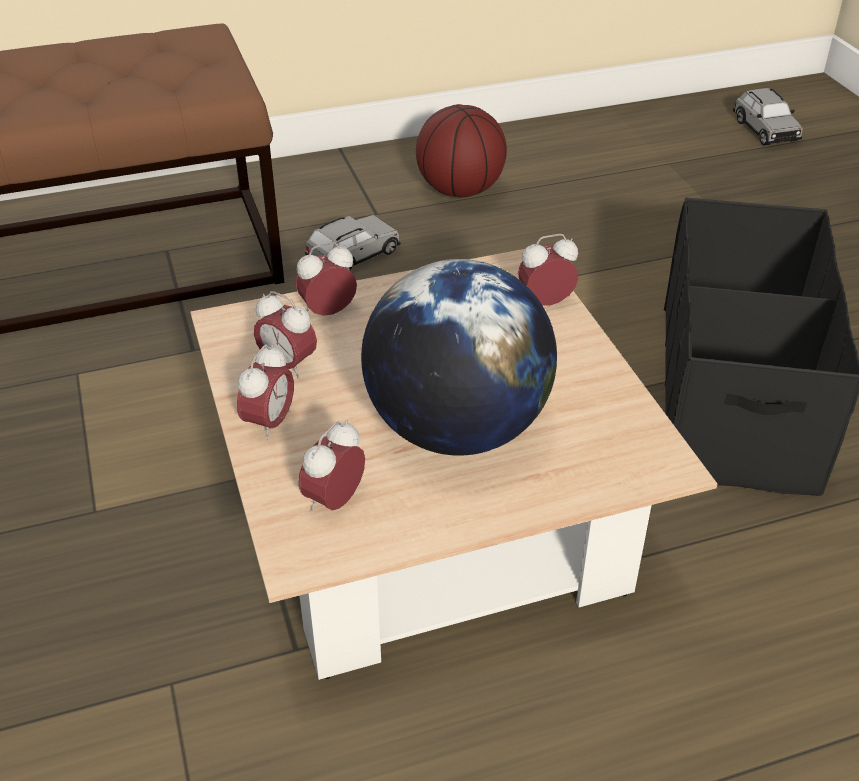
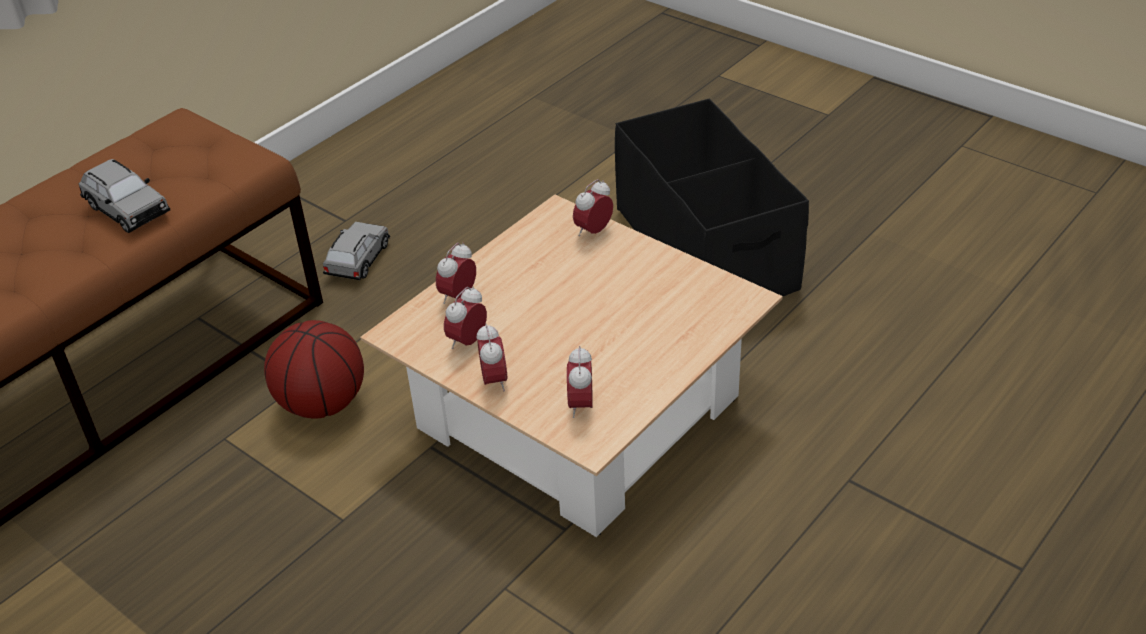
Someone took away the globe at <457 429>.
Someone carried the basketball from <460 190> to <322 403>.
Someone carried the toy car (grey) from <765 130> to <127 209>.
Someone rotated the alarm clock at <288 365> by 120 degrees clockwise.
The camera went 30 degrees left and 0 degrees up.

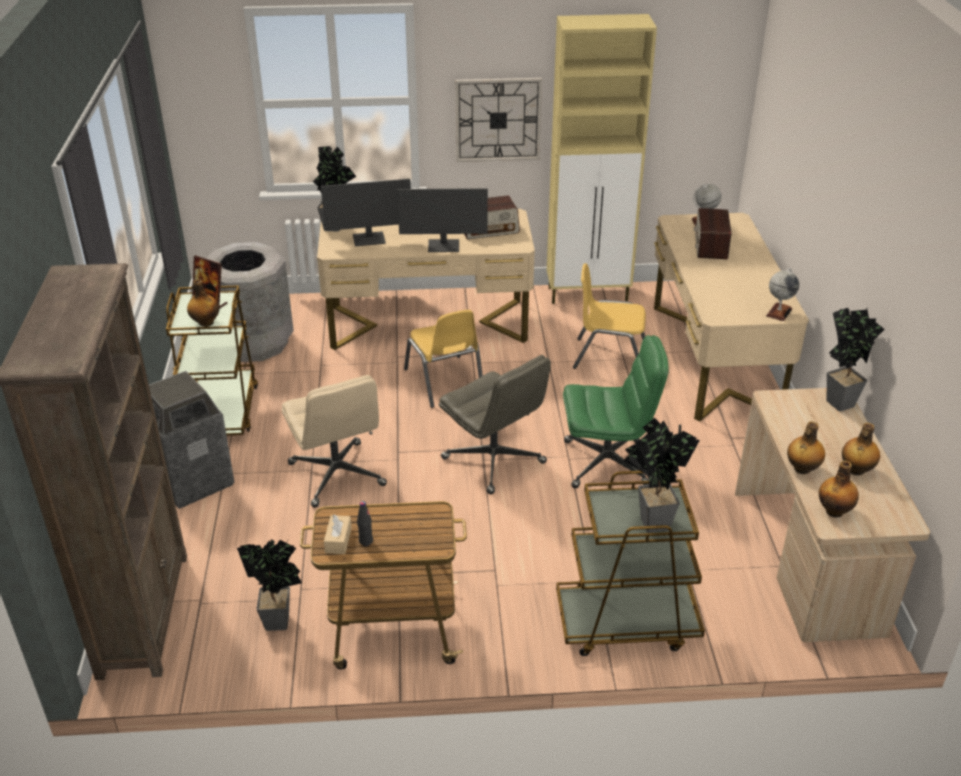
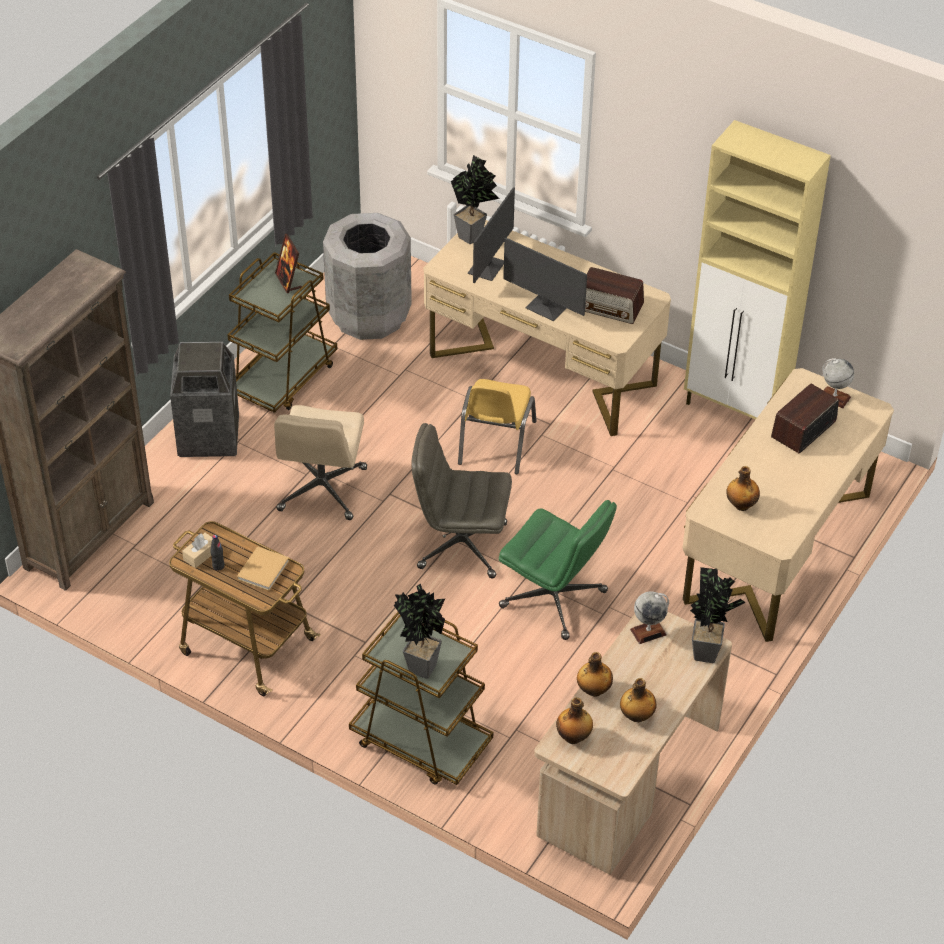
Someone took away the potted plant at <281 624>.
Someone took away the wall clock at <498 120>.
Someone took away the chair (yellow) at <609 356>.
Someone put down the book (beige) at <264 569>.
Someone carried the bottle from <205 323> to <741 505>.
Someone carried the globe from <779 312> to <648 632>.
Someone rotated the monitor at <369 239> by 90 degrees counterclockwise.
Someone rotated the office chair (grey) at <494 461> by 105 degrees clockwise.
The camera went 35 degrees right and 10 degrees up.

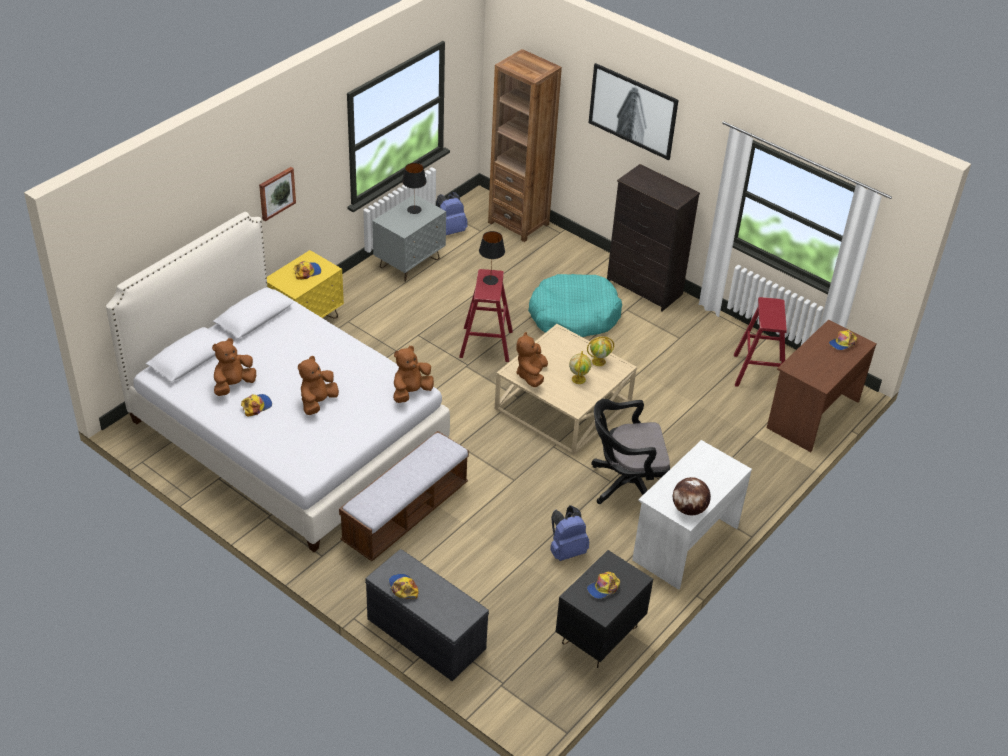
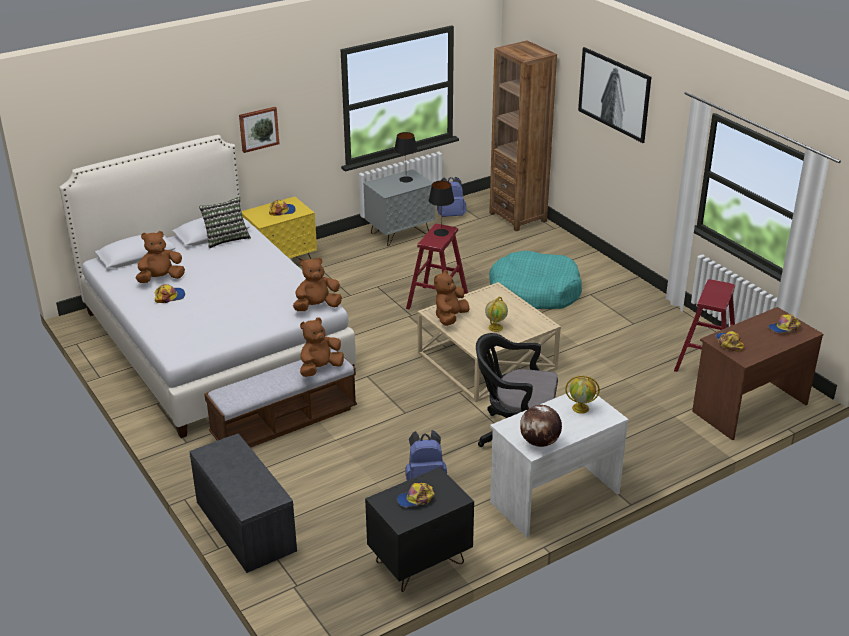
Someone took away the dresser (black) at <644 289>.
Someone put down the pillow at <226 239>.
Someone carried the plush toy (brown) from <317 402> to <320 369>.
Someone carried the cap from <403 588> to <728 343>.
Someone carried the globe from <599 361> to <581 408>.
The camera went 20 degrees right and 10 degrees down.

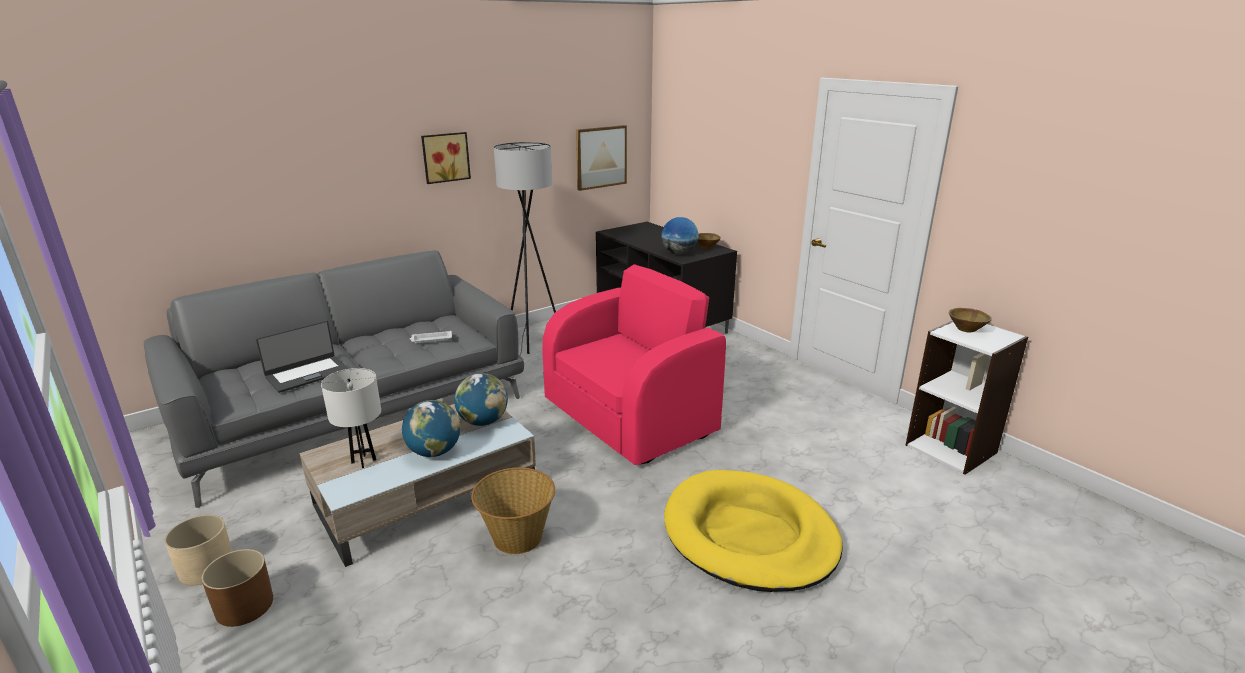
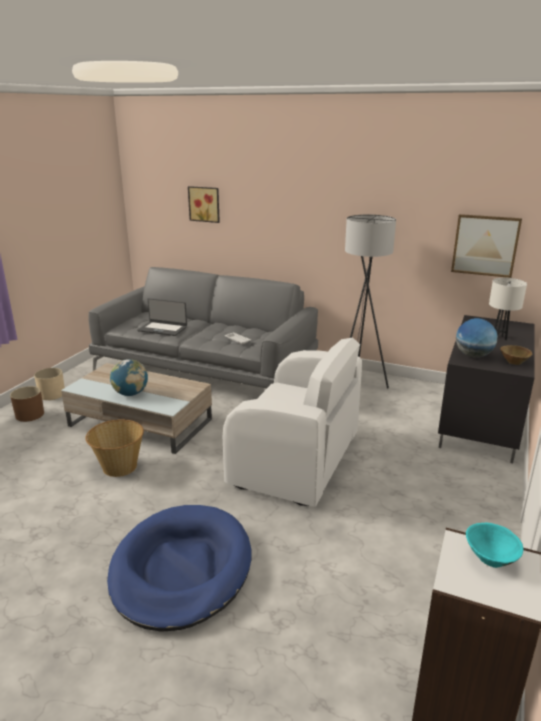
Someone took away the globe at <483 422>.
Someone carried the table lamp (white) from <363 461> to <499 338>.
Someone carried the picture from <445 157> to <204 204>.
Someone repainted the armchair (pink) at <630 417>, which became the armchair (white) at <296 460>.
Someone repainted the dog bed (yellow) at <749 535>, which became the dog bed (blue) at <181 569>.
Someone repainted the bowl (brown) at <966 329>, which became the bowl (turquoise) at <490 559>.
The camera went 60 degrees right and 0 degrees up.

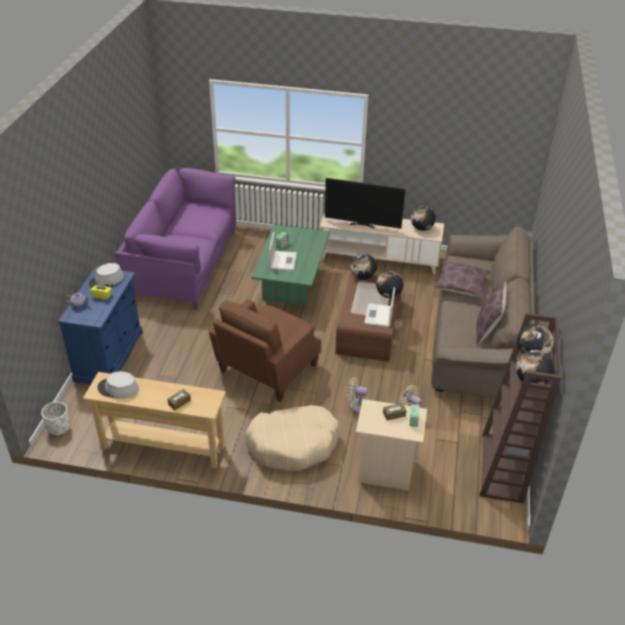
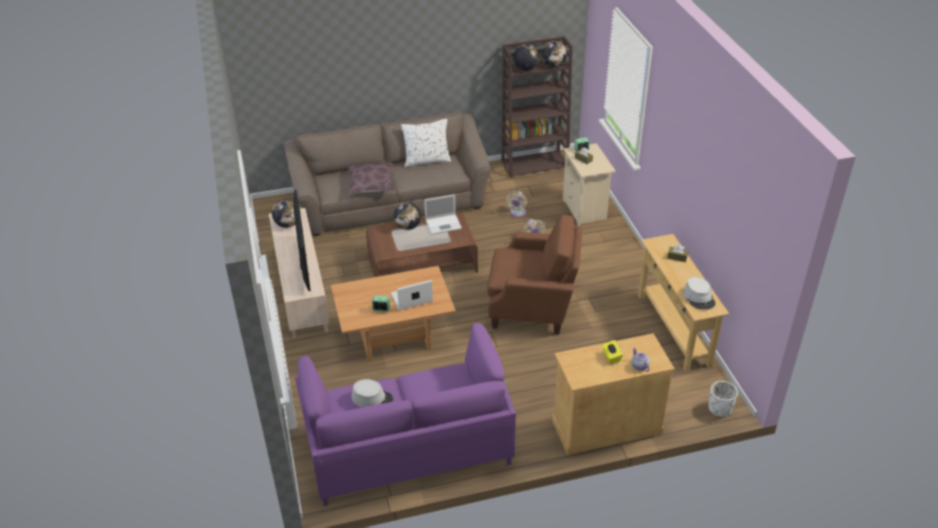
Someone took away the dog bed (beige) at <293 444>.
Someone took away the globe at <363 277>.
Someone carried the hat (grey) from <106 280> to <372 398>.
Someone repainted the cabinet (blue) at <109 356>, which became the cabinet (beige) at <606 426>.
Someone repainted the coffee table (green) at <292 287>, which became the coffee table (brown) at <395 335>.
Someone repainted the pillow (brown) at <487 330>, which became the pillow (white) at <426 160>.
The camera went 115 degrees left and 0 degrees up.

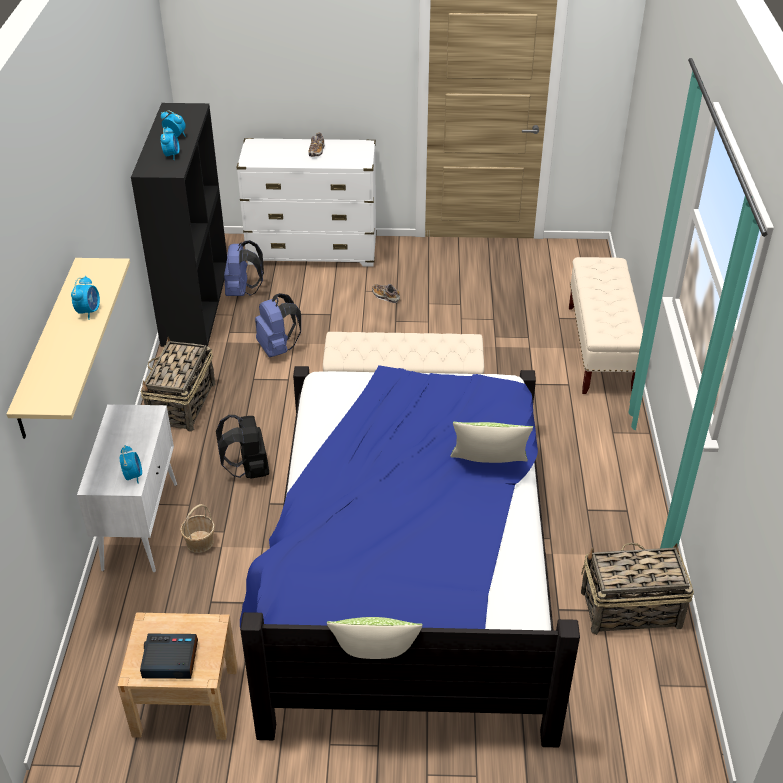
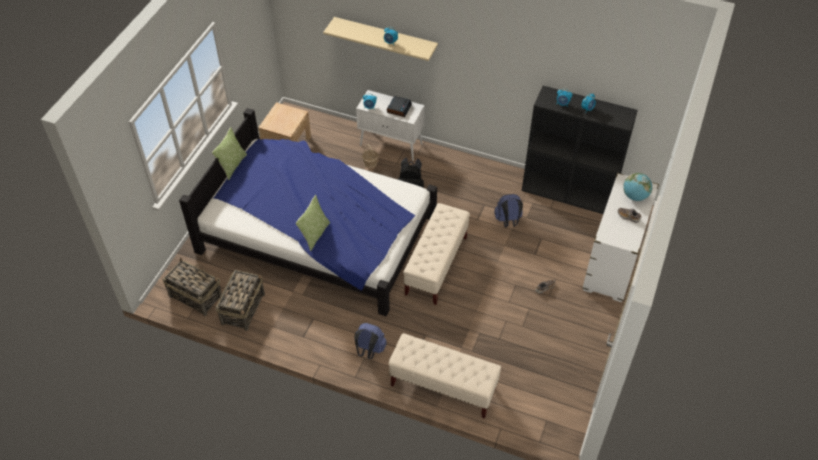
Someone put down the globe at <635 196>.
Someone carried the alarm clock from <169 660> to <399 108>.
Someone carried the basket from <182 405> to <195 296>.
Someone carried the backpack (blue) from <243 292> to <369 350>.
The camera went 110 degrees right and 10 degrees up.

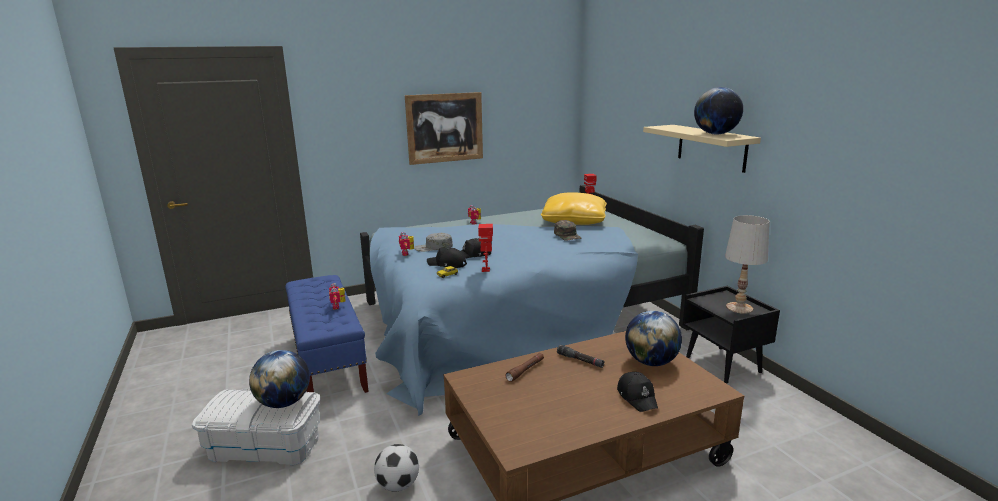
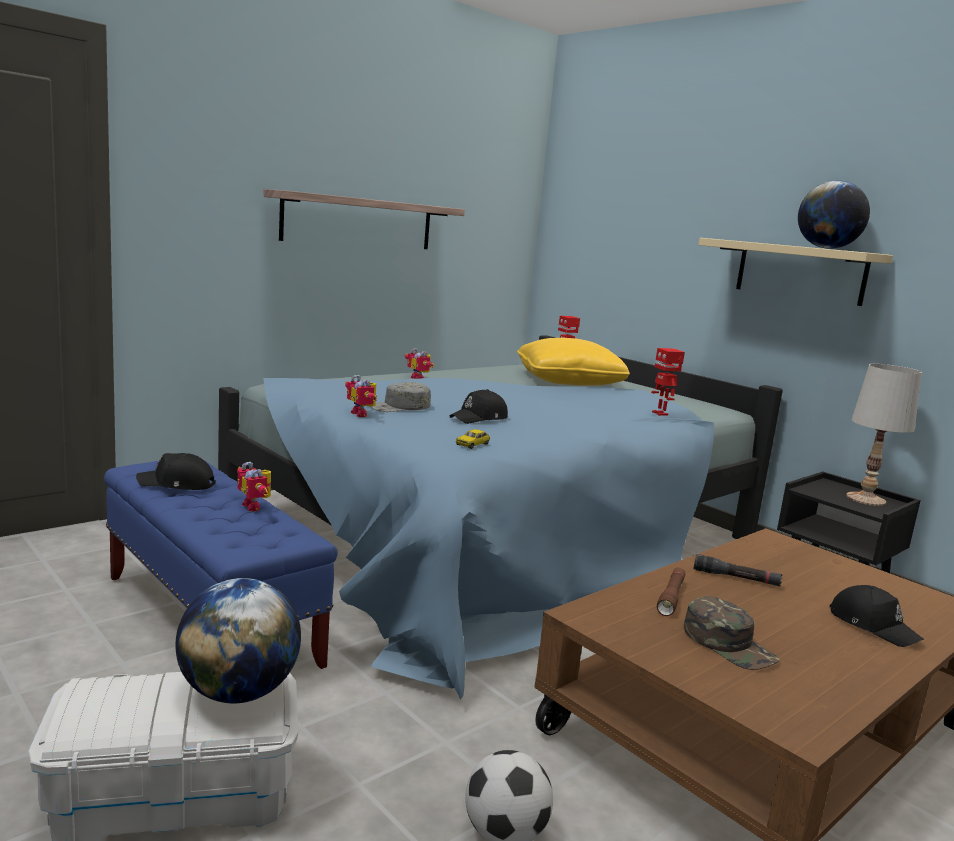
Someone took away the globe at <651 362>.
Someone carried the cap (black) from <447 264> to <177 484>.
Someone carried the toy robot from <486 270> to <660 413>.
Someone carried the cap (green) from <567 235> to <729 644>.
Someone swapped the picture at <445 128> for the shelf at <359 222>.
The camera went 20 degrees left and 5 degrees down.

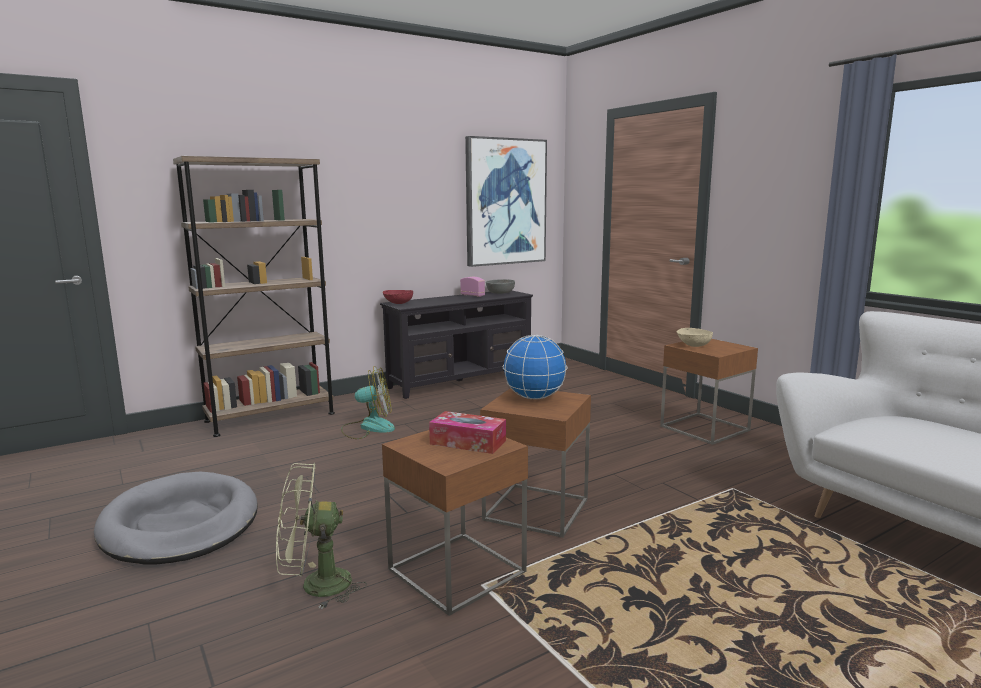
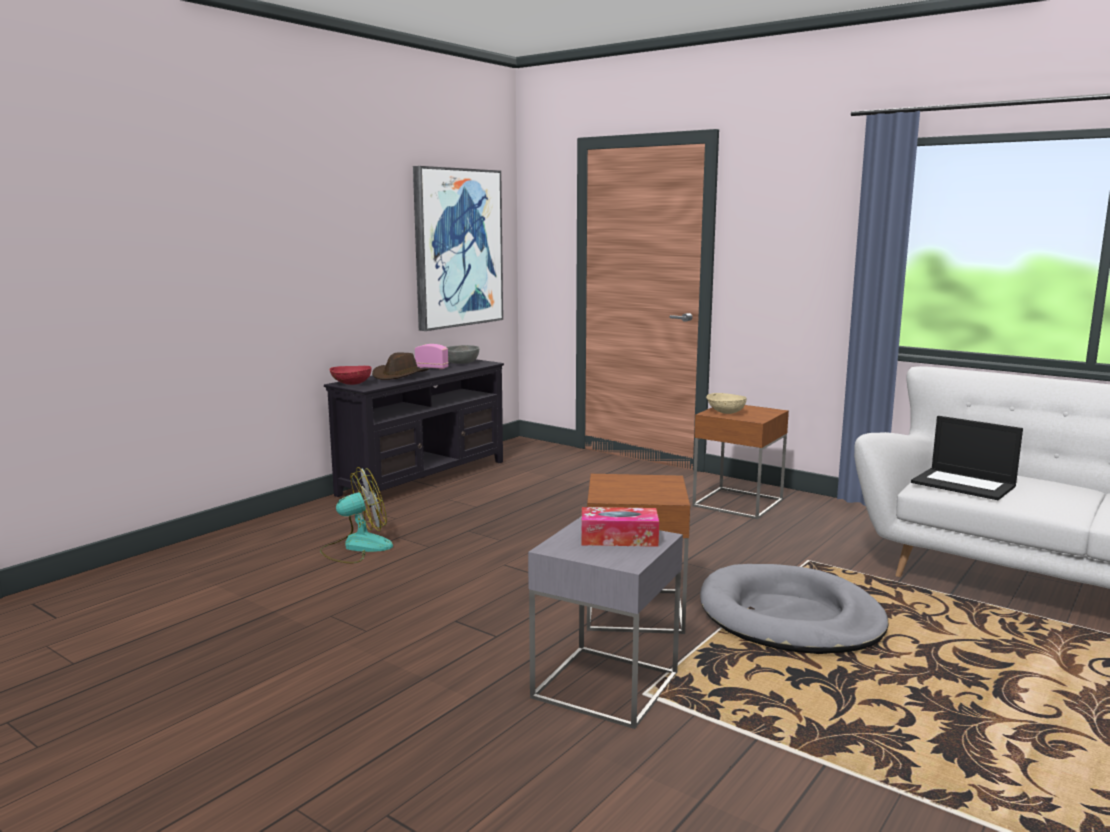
Someone took away the bookcase (brown) at <270 417>.
Someone took away the fan (green) at <315 586>.
Someone took away the globe at <535 397>.
Someone put down the hat (brown) at <400 375>.
Someone put down the laptop at <964 484>.
Someone carried the dog bed (grey) from <180 524> to <789 617>.
Someone repainted the side table (brown) at <456 571>, which became the side table (grey) at <605 686>.
The camera went 20 degrees left and 0 degrees up.

